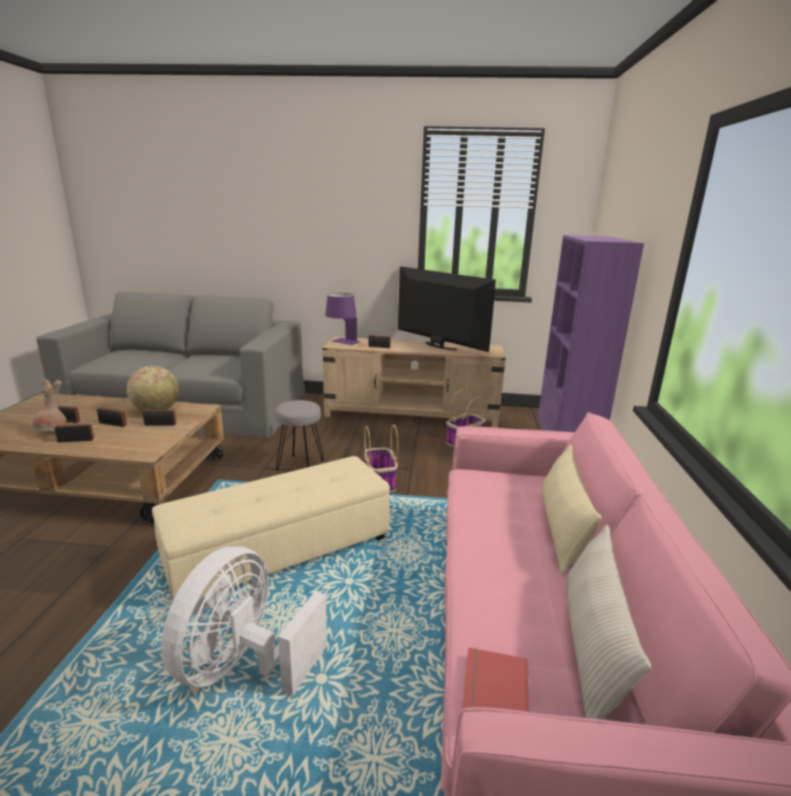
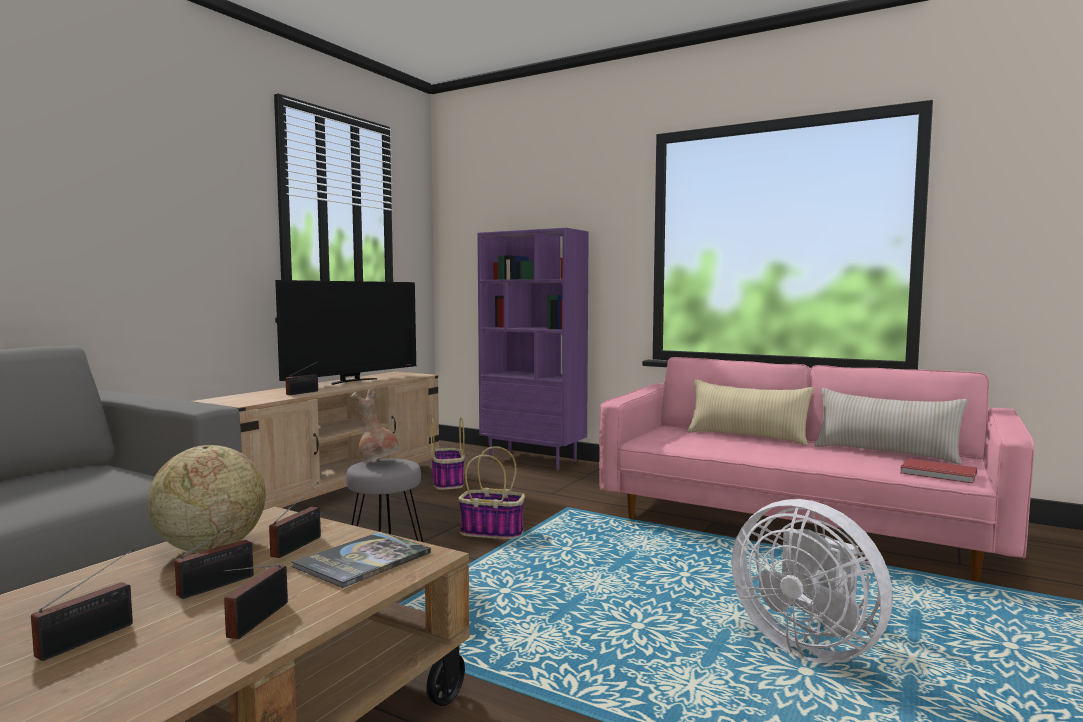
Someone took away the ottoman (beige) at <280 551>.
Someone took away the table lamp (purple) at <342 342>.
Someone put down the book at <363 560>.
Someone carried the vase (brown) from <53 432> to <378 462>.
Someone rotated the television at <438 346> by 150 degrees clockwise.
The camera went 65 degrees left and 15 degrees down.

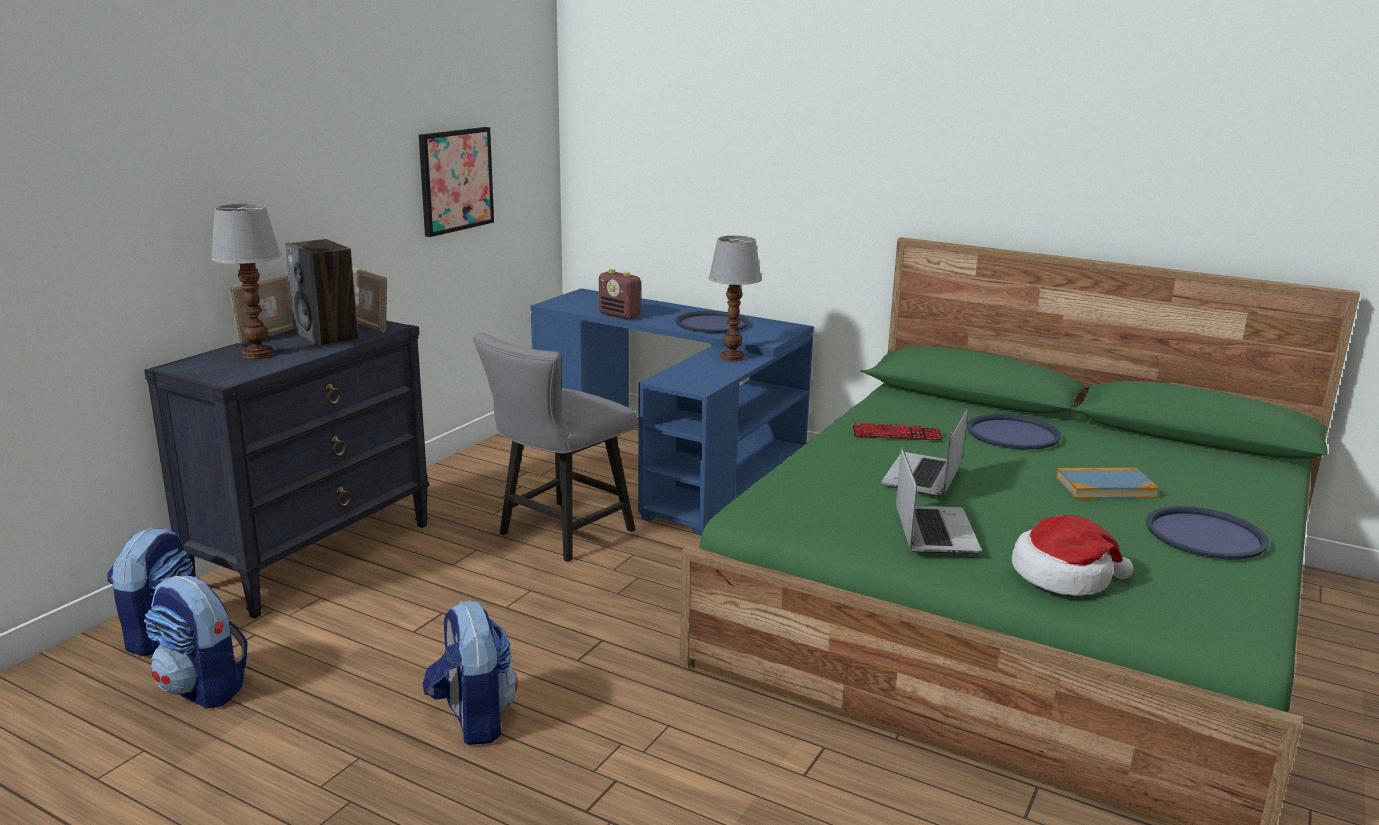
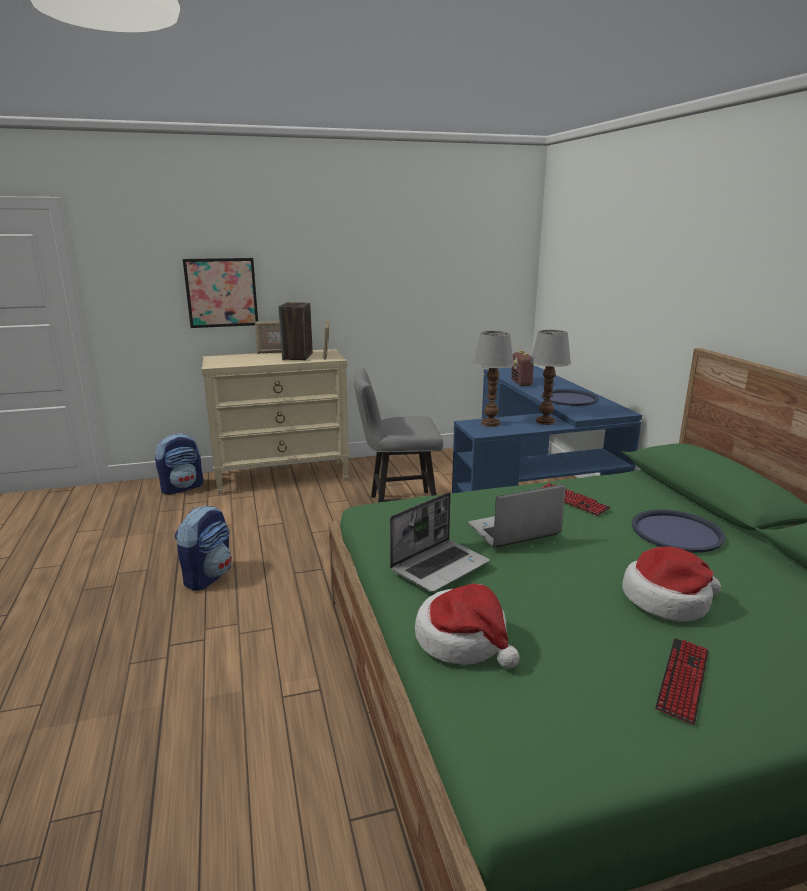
Someone took away the backpack at <203 689>.
Someone carried the table lamp from <257 354> to <489 423>.
Someone carried the picture from <455 180> to <221 292>.
Someone swapped the book at <1105 487> for the hat at <667 600>.
Someone swapped the tray (blue) at <1205 535> for the keyboard at <683 680>.
Someone repainted the dresser (black) at <314 555>, which became the dresser (beige) at <283 477>.
The camera went 45 degrees right and 0 degrees up.

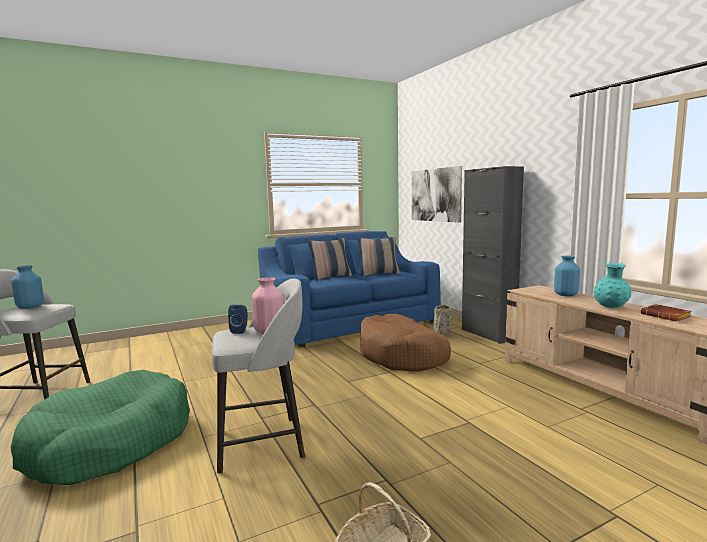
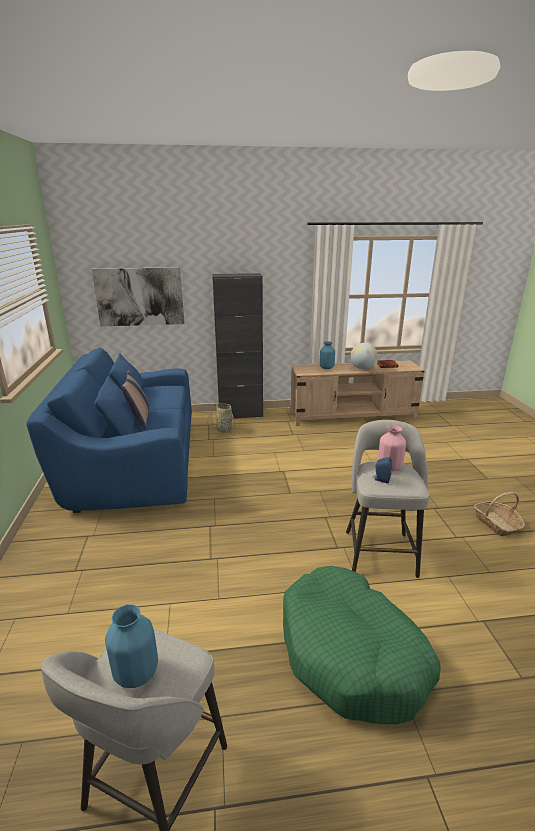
Someone took away the pillow at <378 274>.
Someone took away the dog bed (brown) at <402 355>.
Someone swapped the vase (turquoise) at <610 307> for the globe at <362 368>.
The camera went 70 degrees left and 15 degrees up.

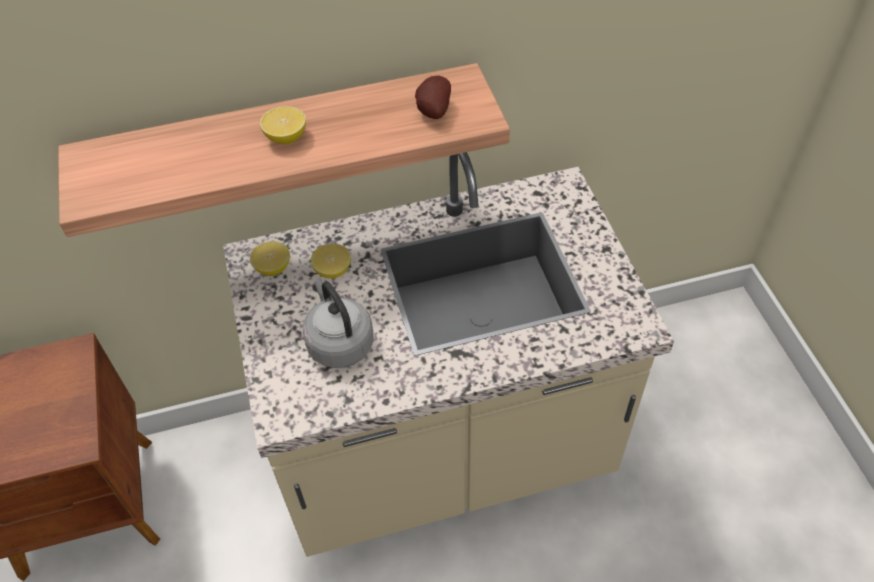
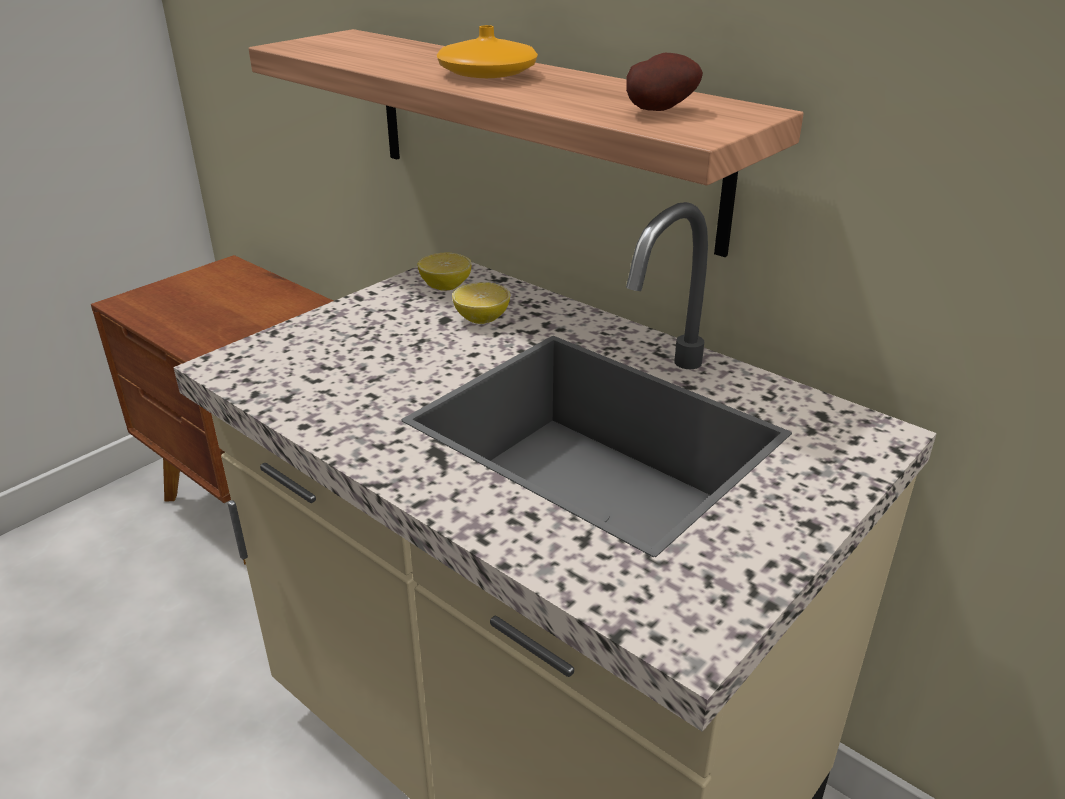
Someone took away the kettle (grey) at <339 342>.
Someone swapped the lemon at <286 137> for the vase (orange) at <487 74>.
The camera went 55 degrees right and 20 degrees down.

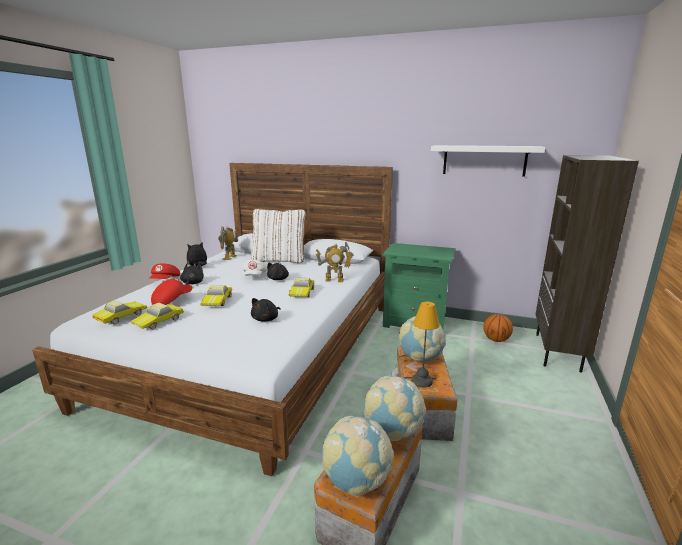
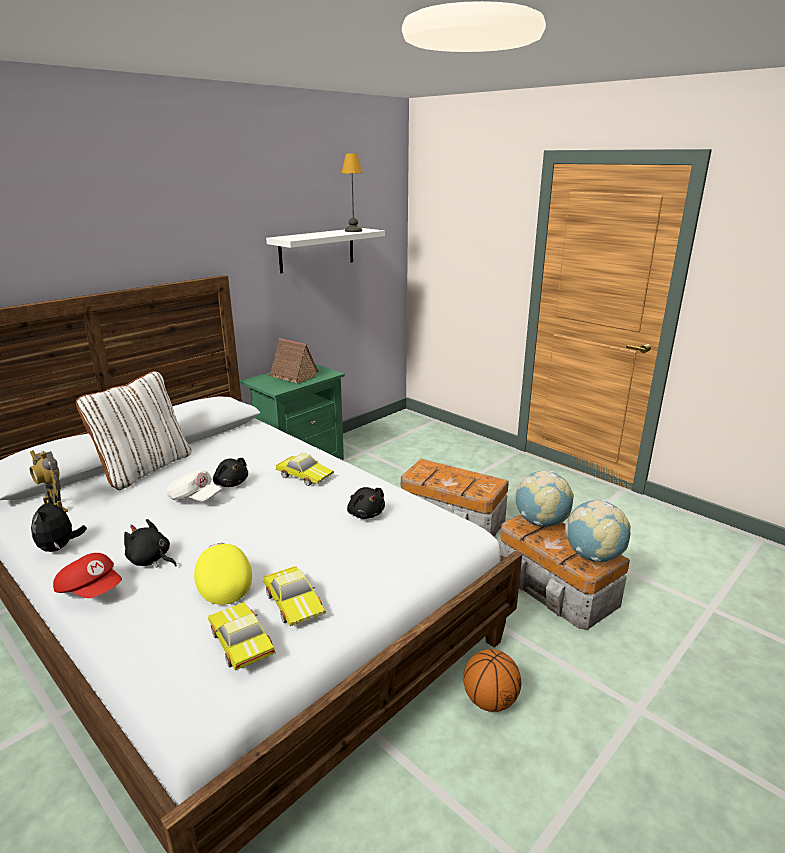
Someone took away the toy car at <218 301>.
Someone took away the toy robot at <334 280>.
Someone took away the globe at <420 358>.
Someone took away the bookcase (brown) at <558 352>.
Someone put down the toy house at <292 376>.
Someone carried the table lamp from <422 381> to <353 231>.
Someone carried the basketball from <496 340> to <490 701>.
Someone repainted the cap (red) at <172 300>, which became the cap (yellow) at <223 583>.
The camera went 65 degrees left and 5 degrees up.

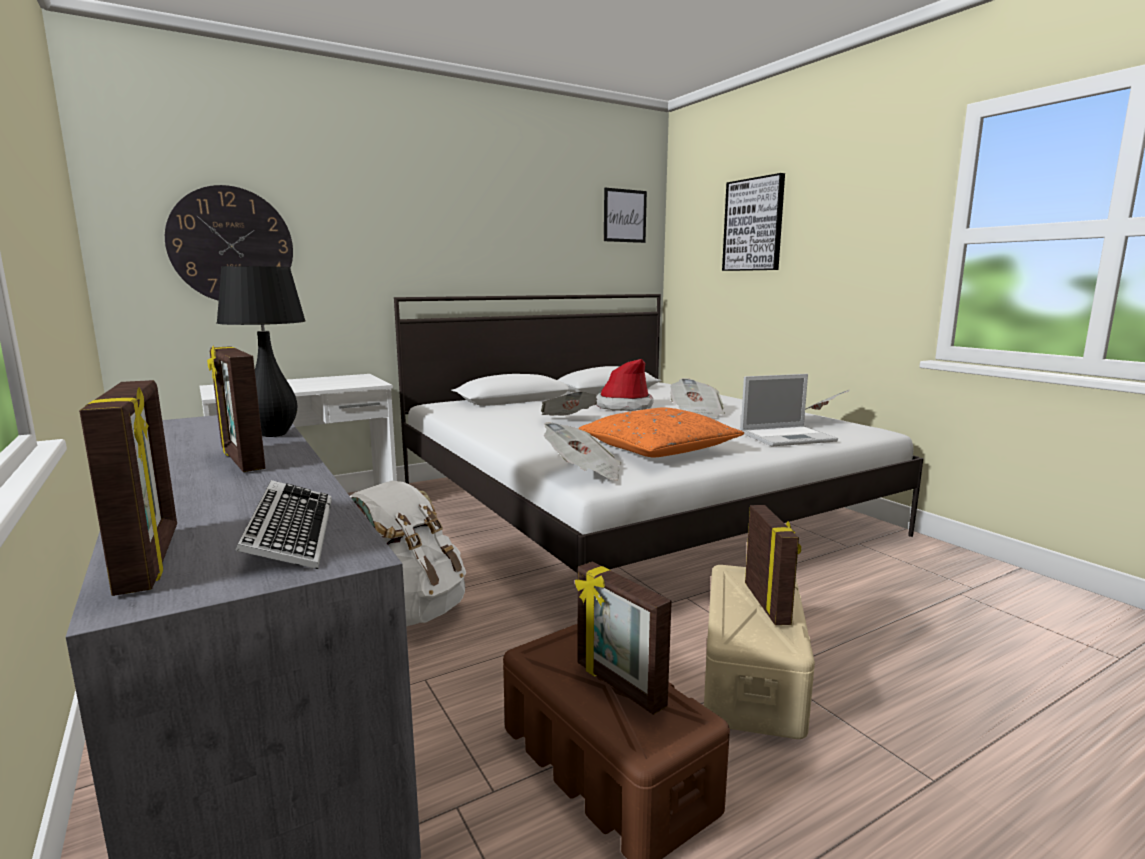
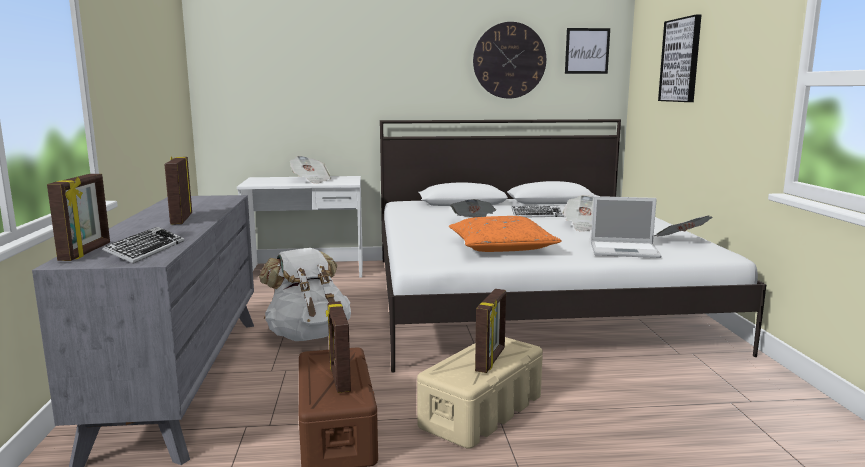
Someone took away the table lamp (black) at <274 434>.
Someone carried the wall clock from <231 245> to <509 60>.
Someone carried the newspaper from <584 472> to <311 181>.
Someone swapped the hat at <624 406> for the keyboard at <537 215>.
The camera went 25 degrees right and 0 degrees up.

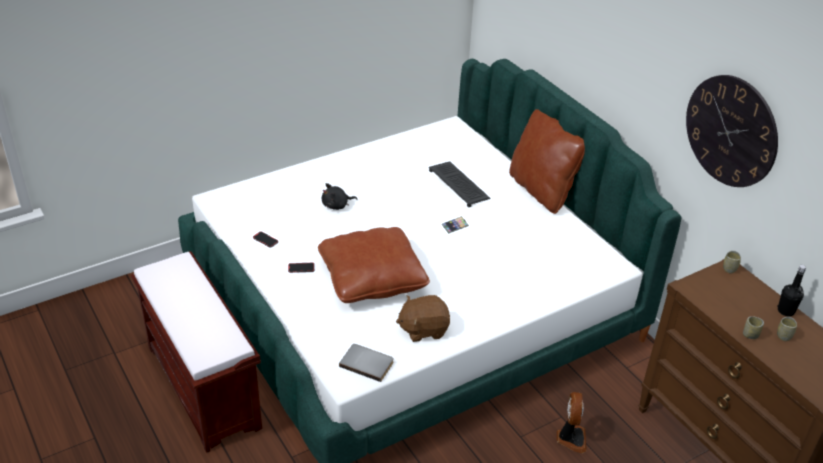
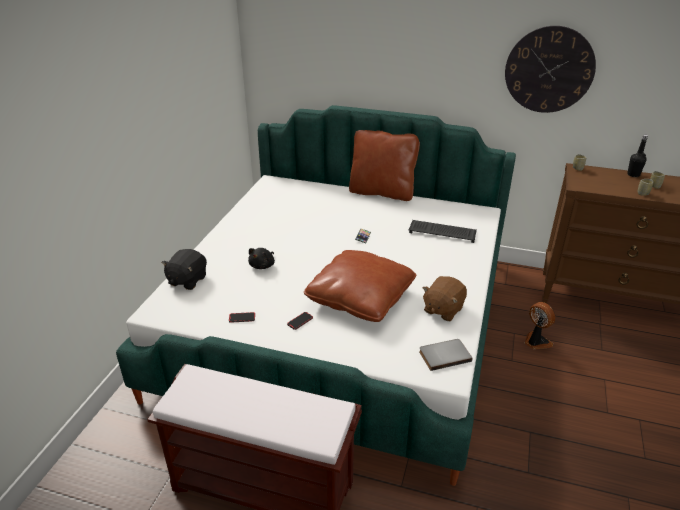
Someone put down the plush toy (black) at <187 280>.
Someone carried the keyboard from <460 185> to <443 232>.
The camera went 40 degrees left and 5 degrees down.

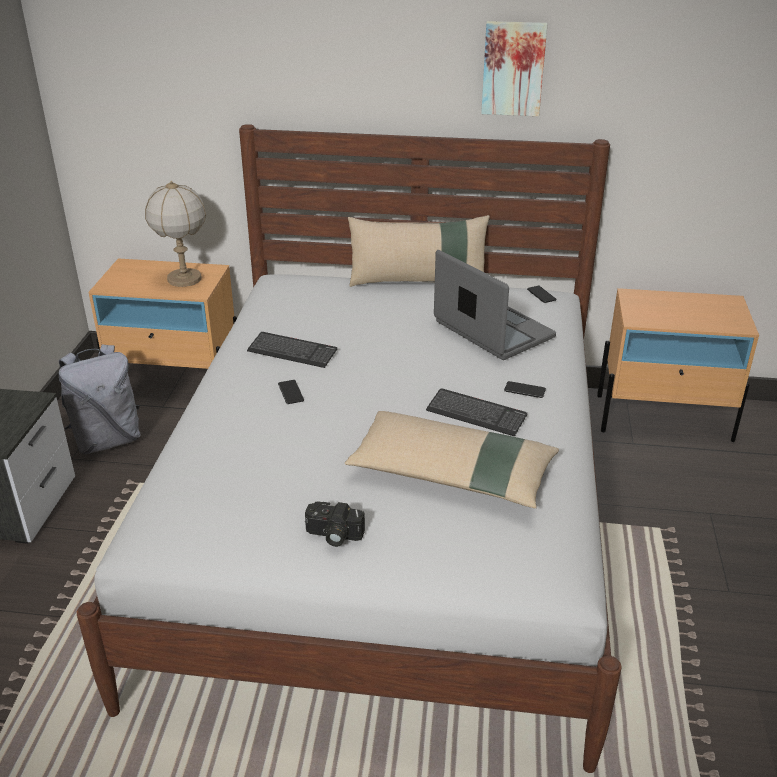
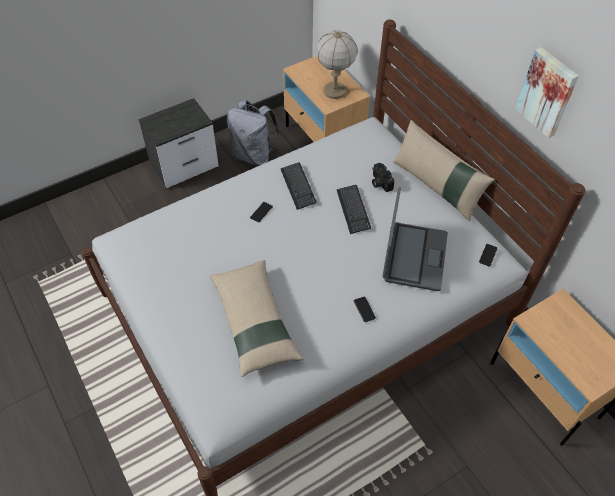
Someone carried the photo camera from <333 536> to <379 182>.
Someone carried the keyboard from <476 414> to <353 210>.
The camera went 50 degrees right and 20 degrees up.

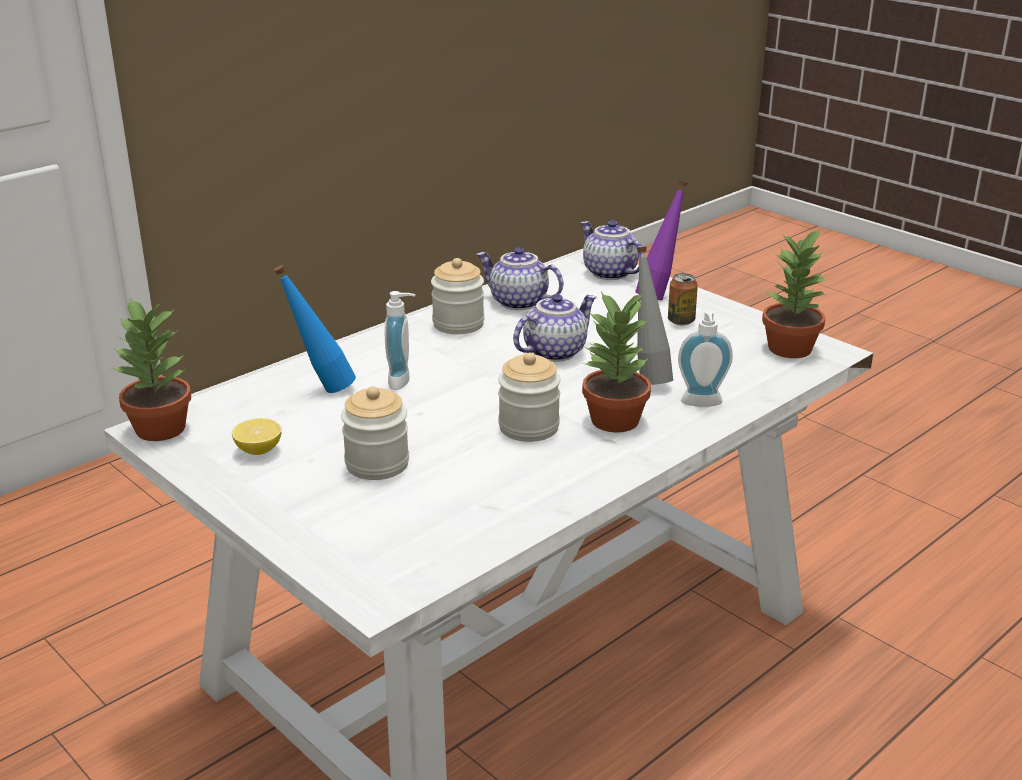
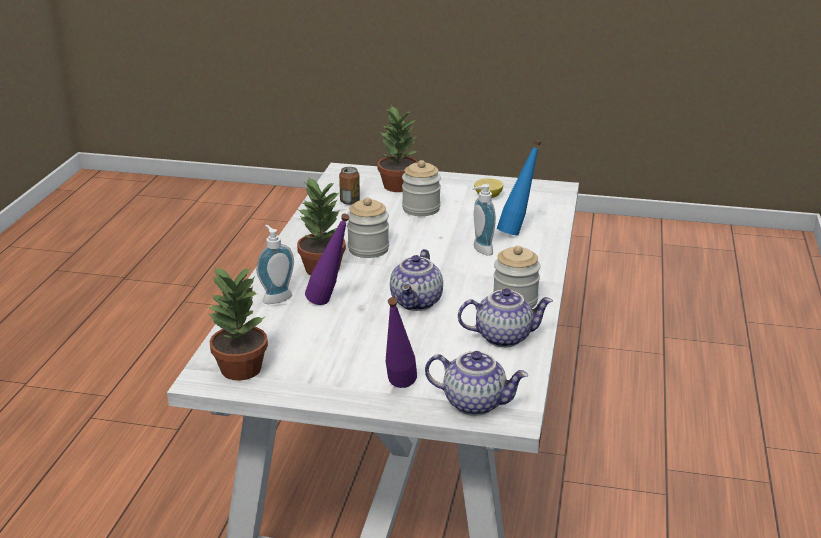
Someone carried the potted plant from <160 429> to <397 186>.
Someone carried the can from <681 321> to <350 201>.
Someone repainted the bottle (grey) at <648 378>, which became the bottle (purple) at <329 304>.
The camera went 145 degrees right and 0 degrees up.

